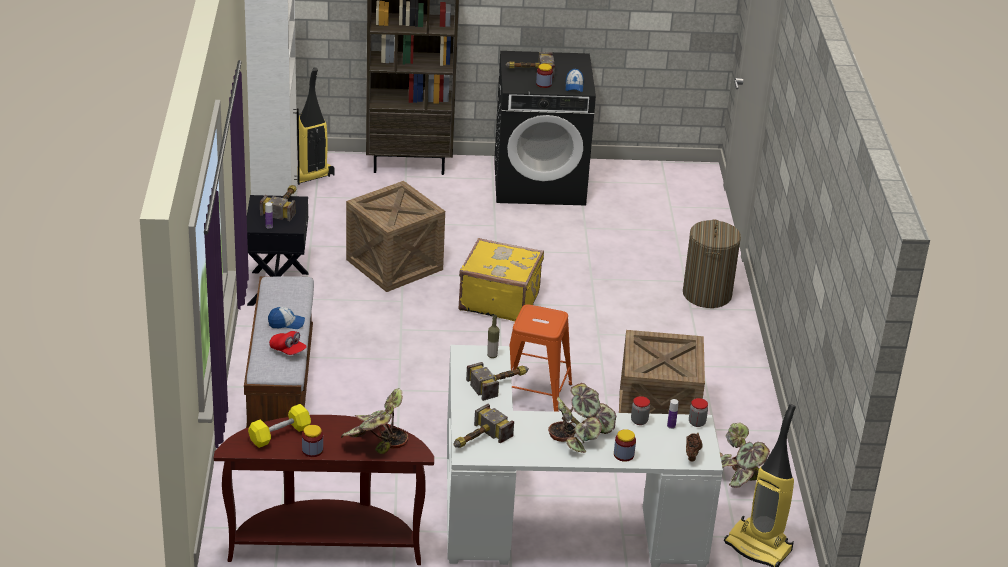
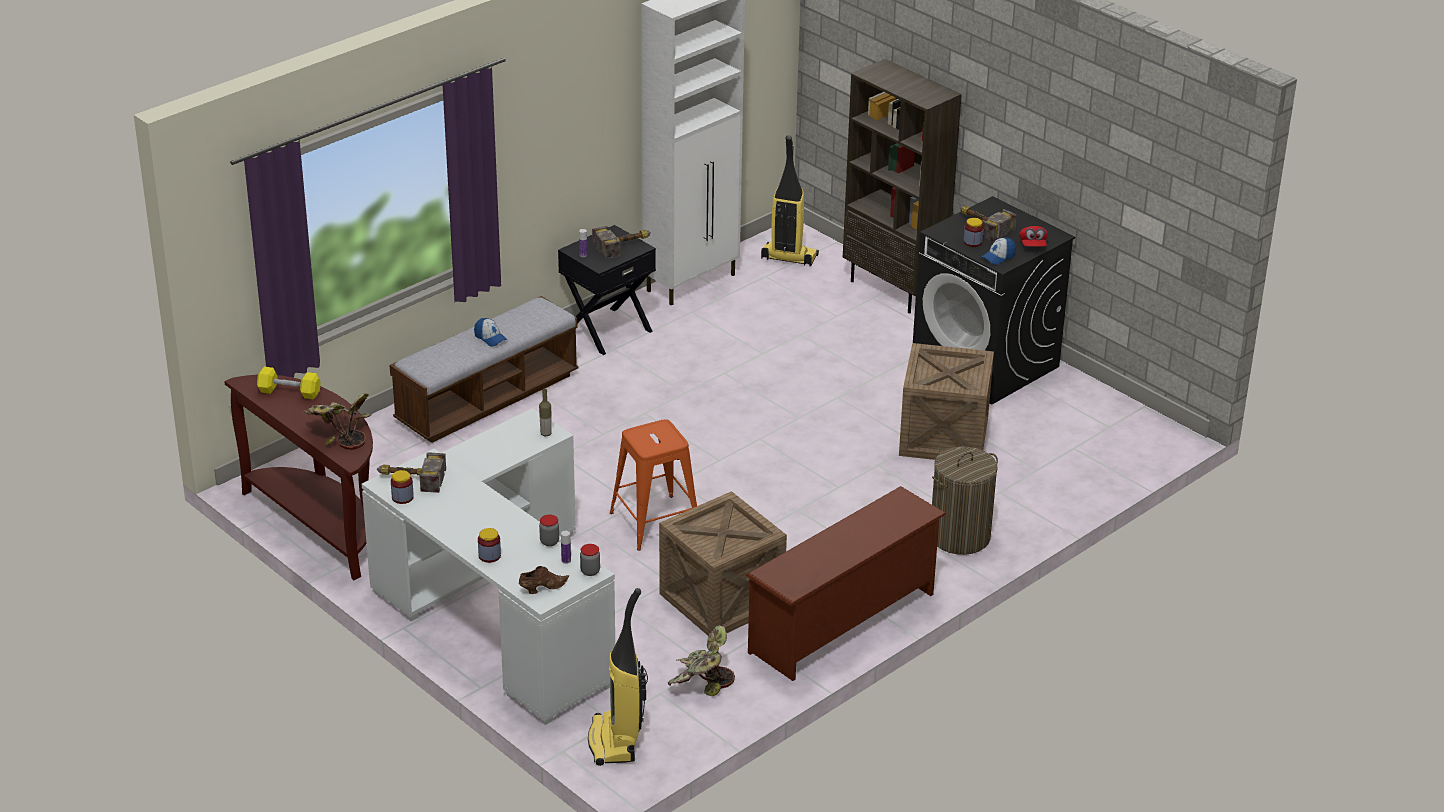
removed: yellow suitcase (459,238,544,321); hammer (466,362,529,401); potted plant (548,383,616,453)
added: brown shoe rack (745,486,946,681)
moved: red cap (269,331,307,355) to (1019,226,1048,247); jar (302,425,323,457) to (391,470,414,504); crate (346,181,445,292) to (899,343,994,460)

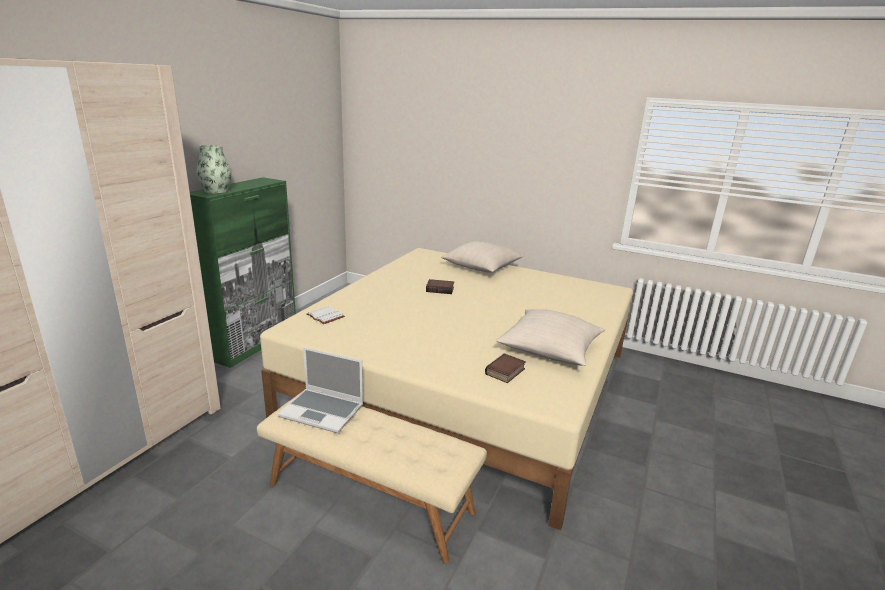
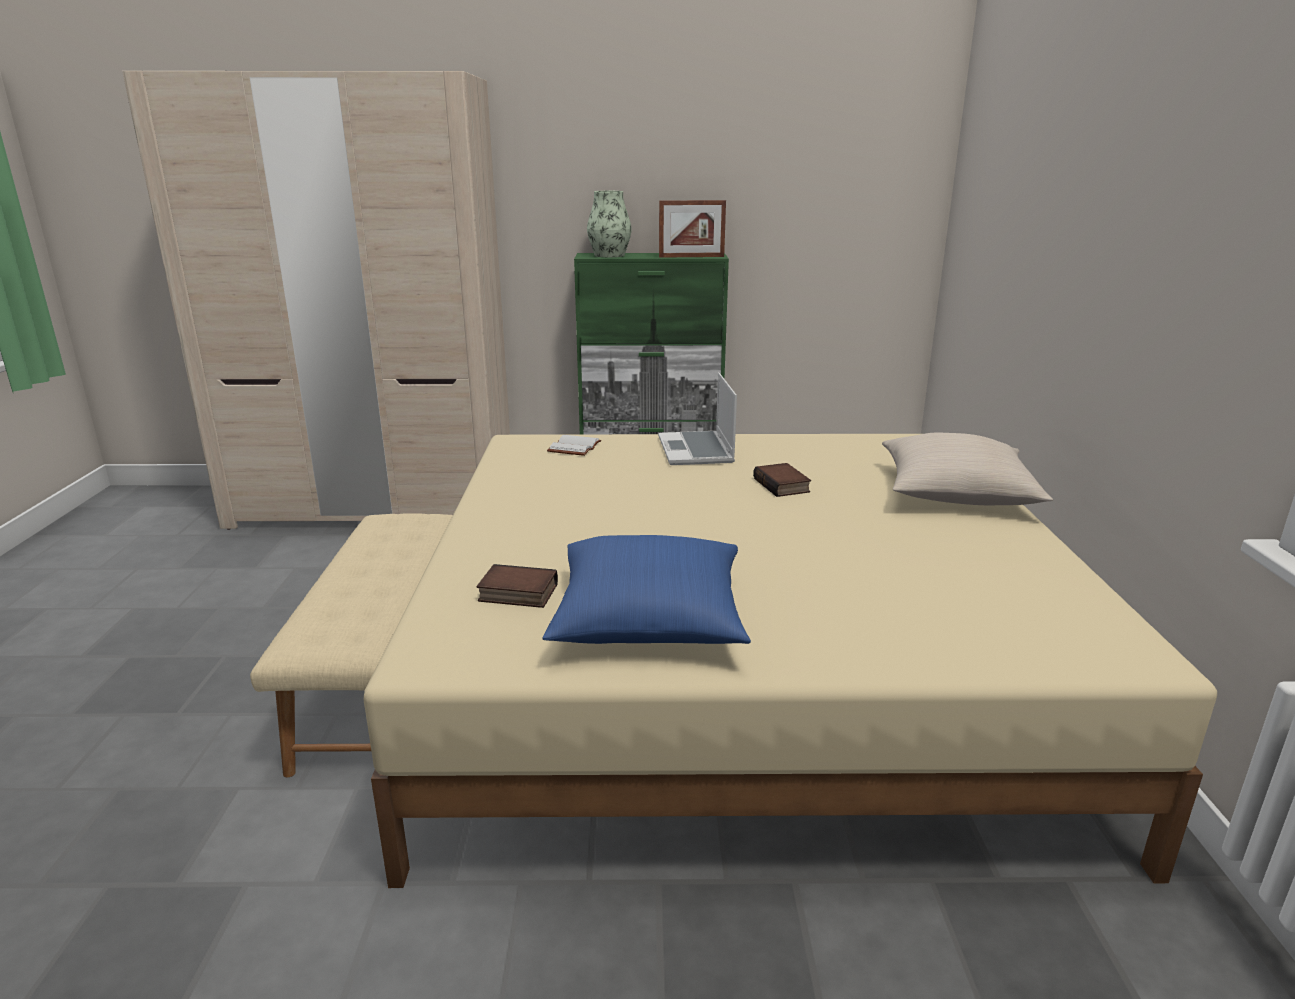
added: picture frame (659,200,726,258)
moved: laptop (278,347,363,433) to (658,373,737,465)
recoloured: beige pillow (496,309,605,366) to blue pillow (542,535,751,644)

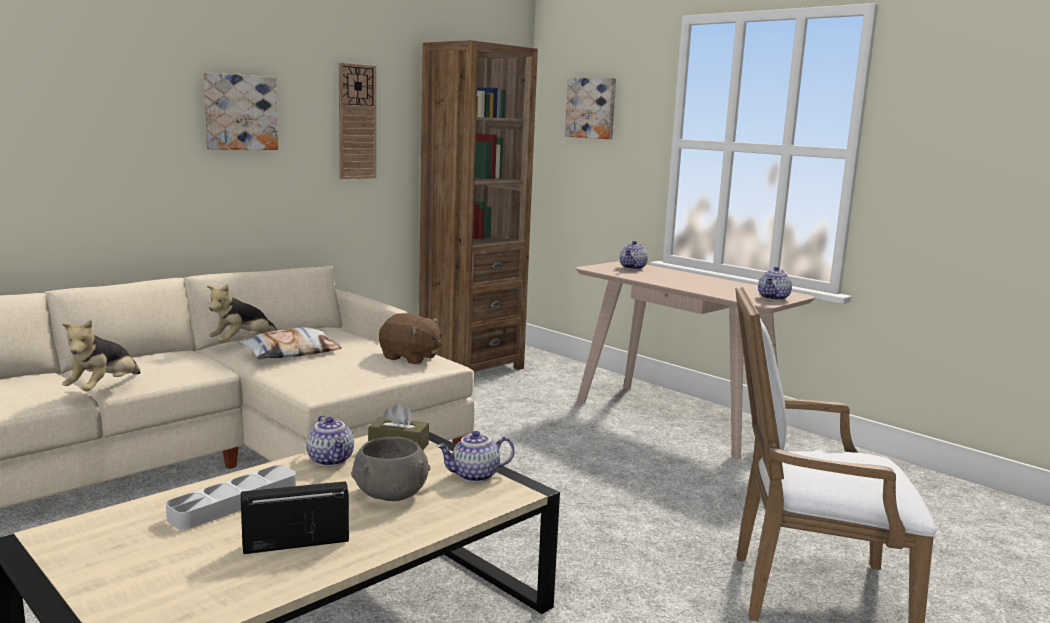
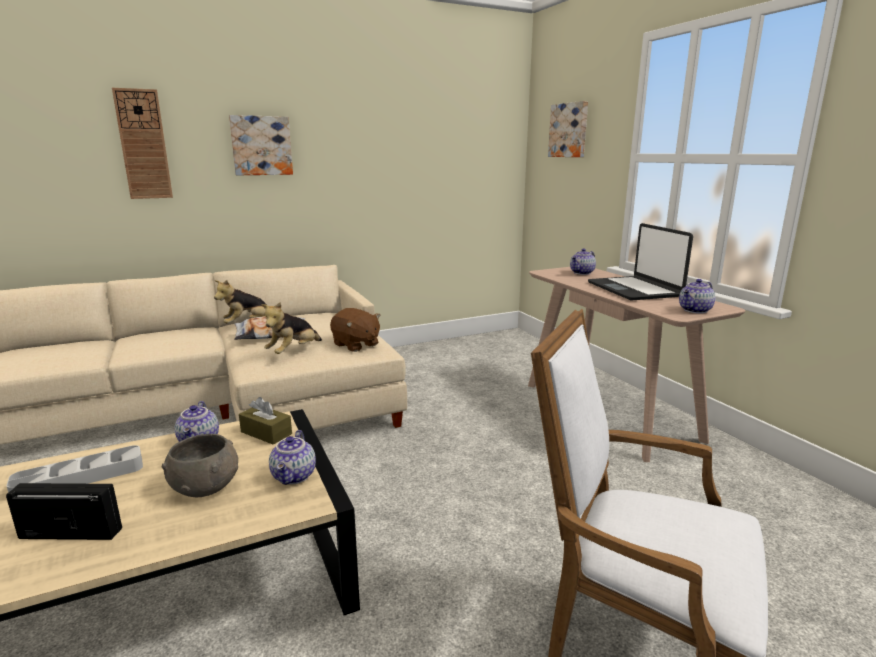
removed: brown bookcase (419,40,538,372)
added: laptop (588,223,693,301)
moved: plush toy (62,320,141,391) to (261,302,322,354); wall clock (339,63,376,179) to (112,88,173,199)
turned: teapot (436,431,515,483) = (269,430,316,485) 90 degrees counterclockwise

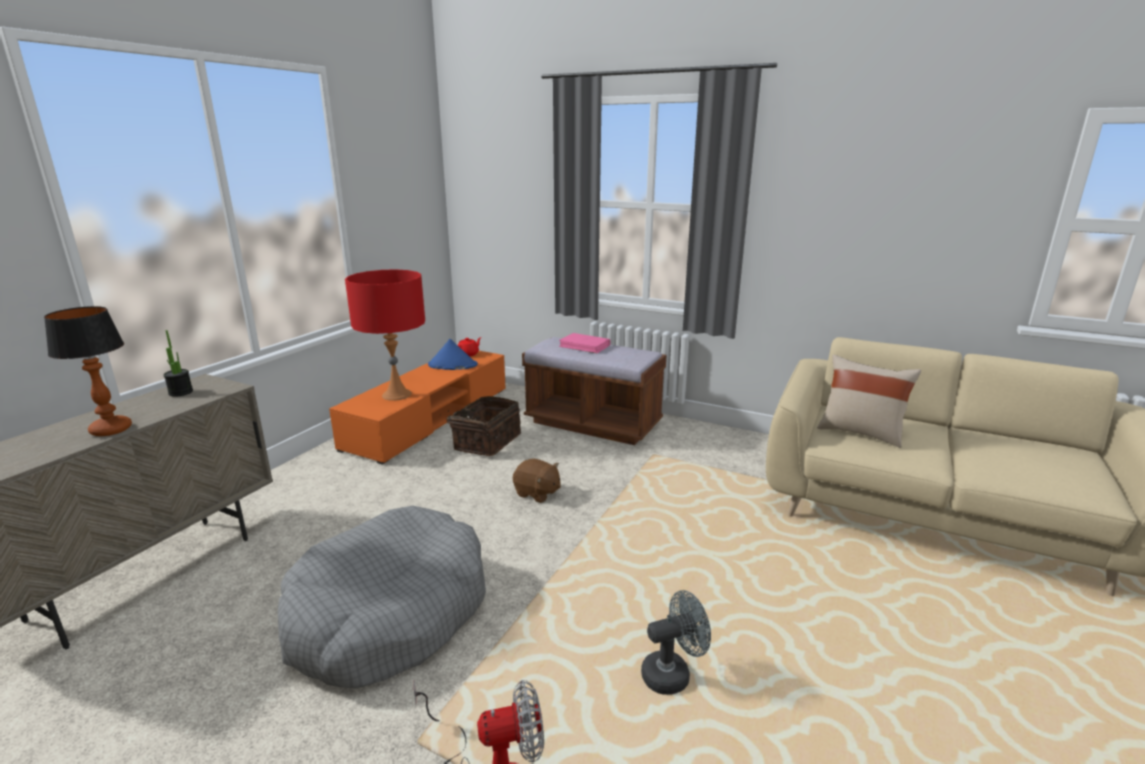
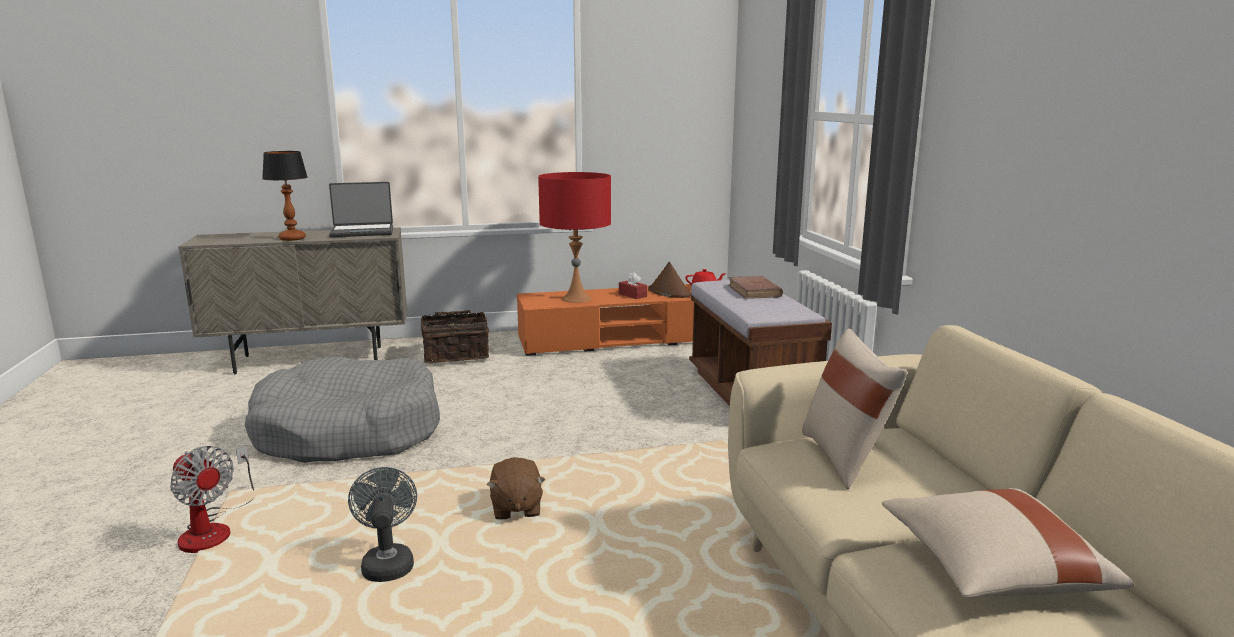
added: red tissue box (619,272,647,299); beige pillow (882,488,1134,598)
moved: basket (440,396,521,456) to (421,310,489,363); brown plush toy (513,459,561,503) to (487,457,545,520)
replaced: potted plant (164,330,193,397) to laptop (329,182,393,237)
recoloured: blue hat (428,339,478,370) to brown hat (648,262,691,298); pink book (559,333,610,353) to brown book (728,276,783,299)
turned: grey fan (641,590,711,695) = (348,467,417,582) 135 degrees counterclockwise

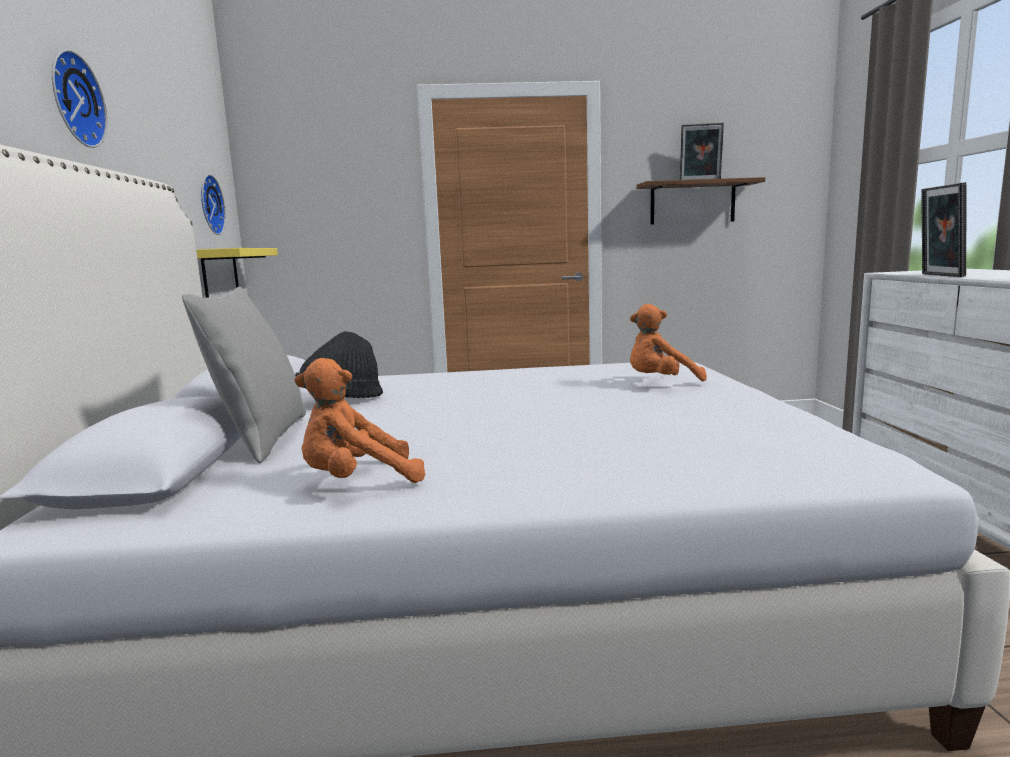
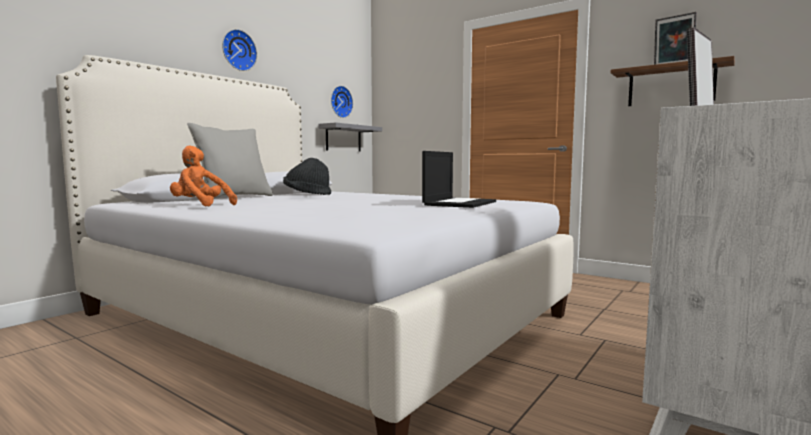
replaced: orange plush toy (630,304,707,381) to laptop (422,151,496,208)
recoloured: yellow shelf (196,248,278,298) to grey shelf (319,122,382,151)

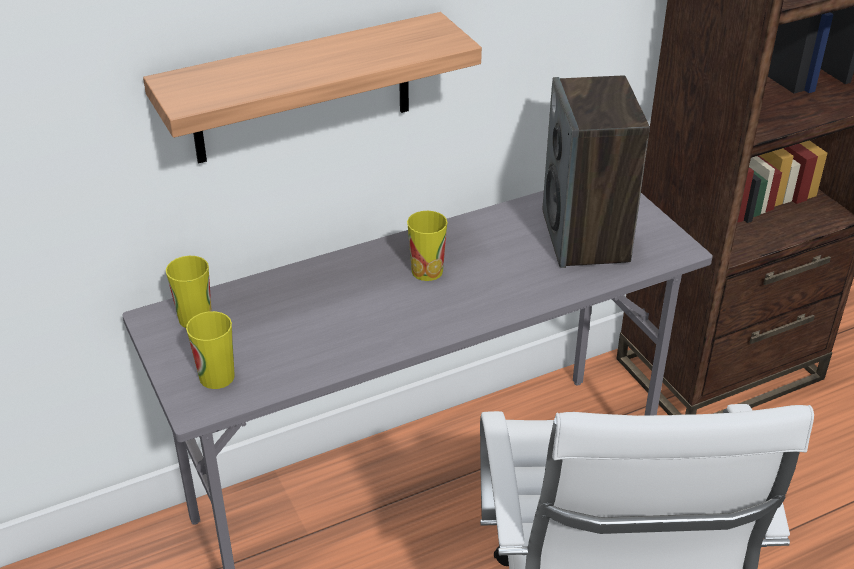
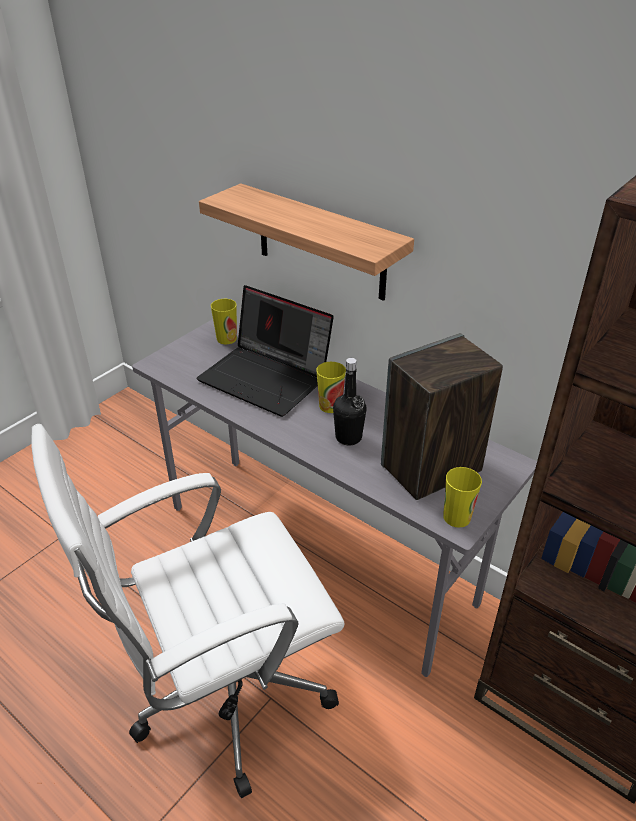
added: laptop (196,285,334,417); black bottle (333,358,366,445)
moved: cup (186,311,235,389) to (443,467,482,528)

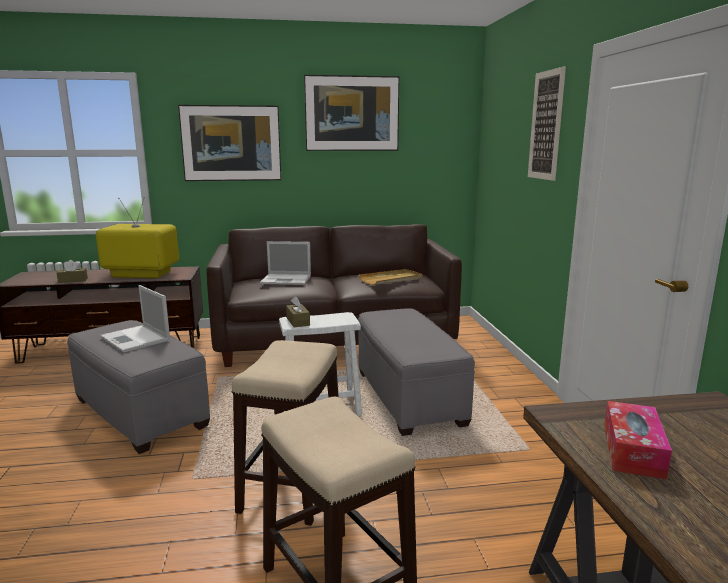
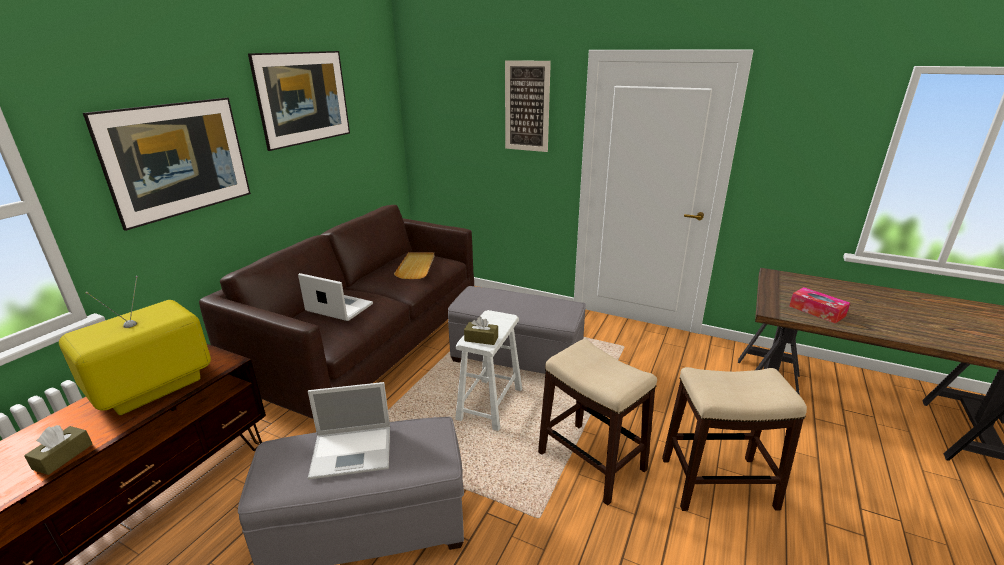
turned: laptop (260,241,311,285) = (298,273,373,321) 105 degrees counterclockwise

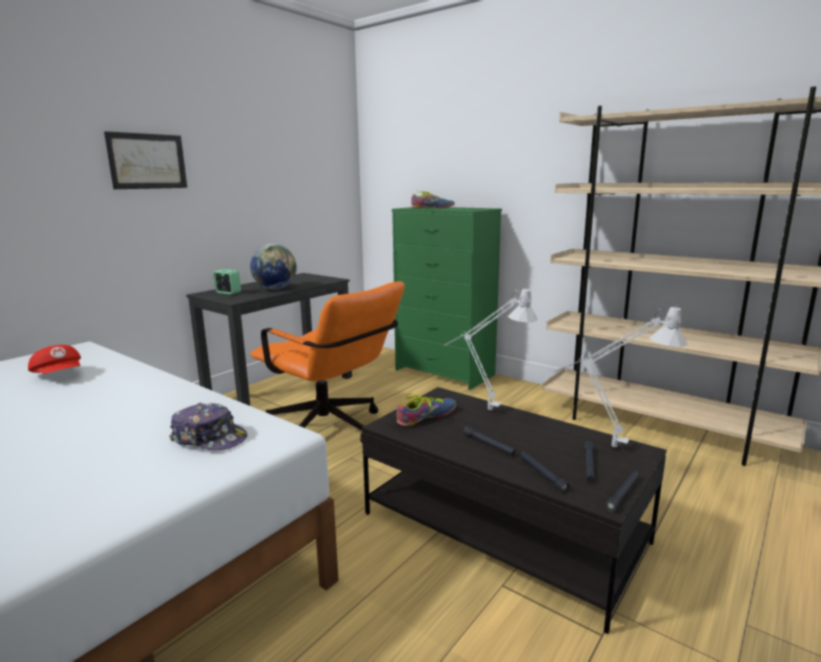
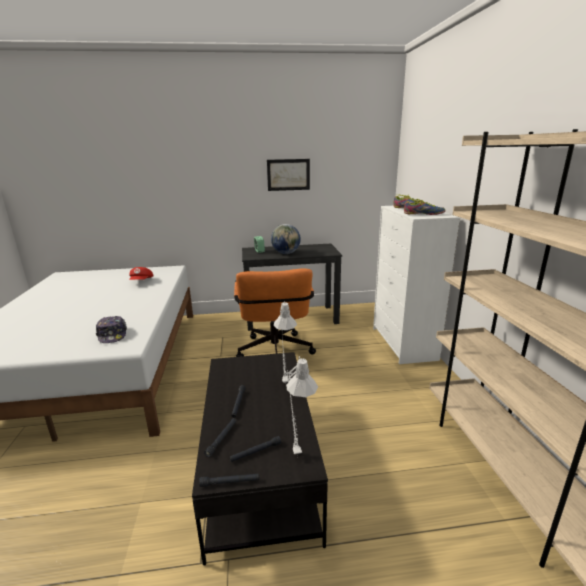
moved: picture (104,131,187,189) to (267,159,310,191); shoe (396,393,456,427) to (404,199,446,215)
recoloured: green dresser (392,207,502,390) to white dresser (373,206,460,364)

